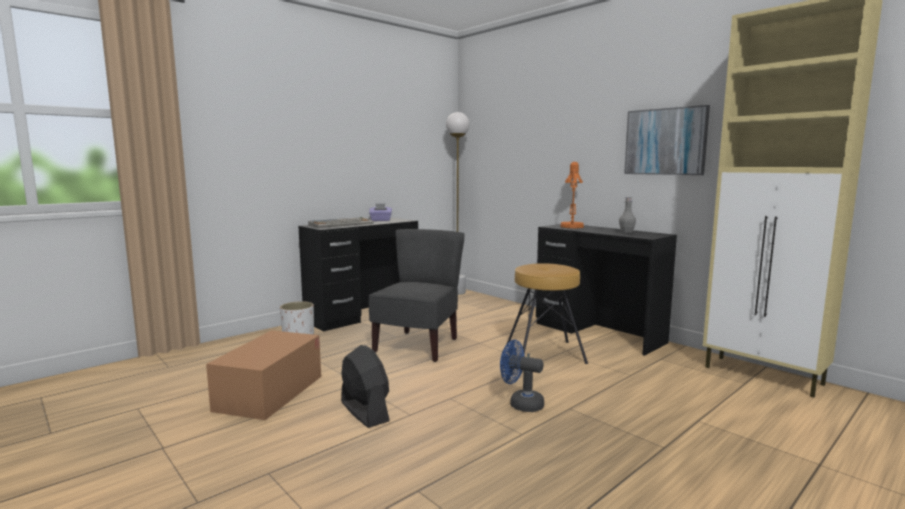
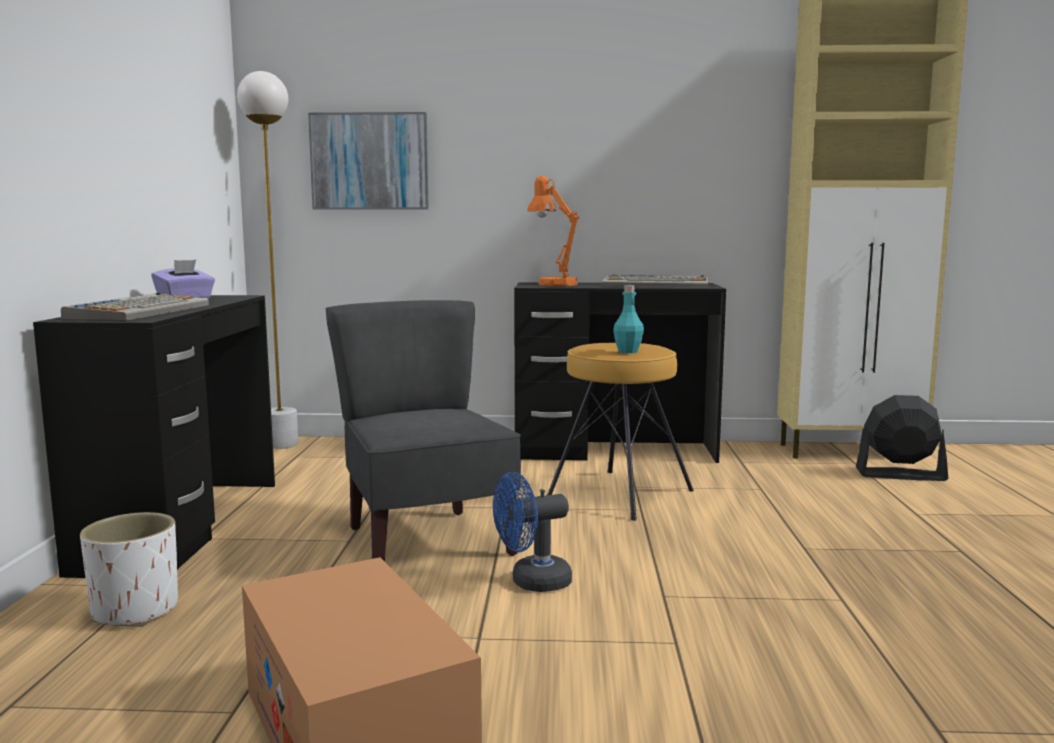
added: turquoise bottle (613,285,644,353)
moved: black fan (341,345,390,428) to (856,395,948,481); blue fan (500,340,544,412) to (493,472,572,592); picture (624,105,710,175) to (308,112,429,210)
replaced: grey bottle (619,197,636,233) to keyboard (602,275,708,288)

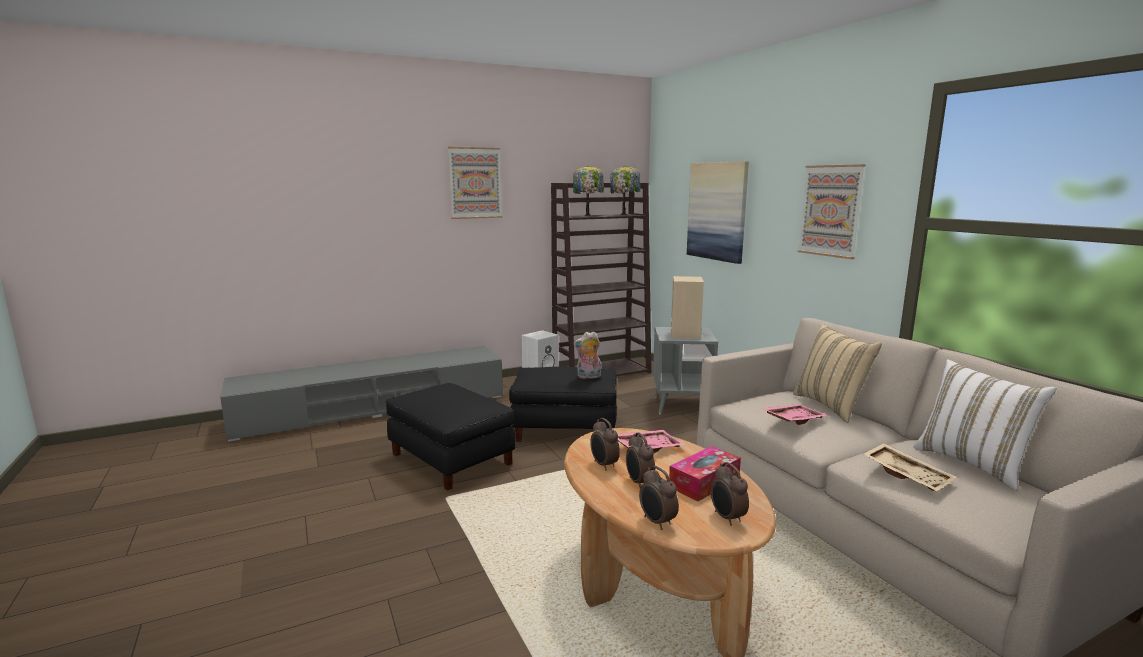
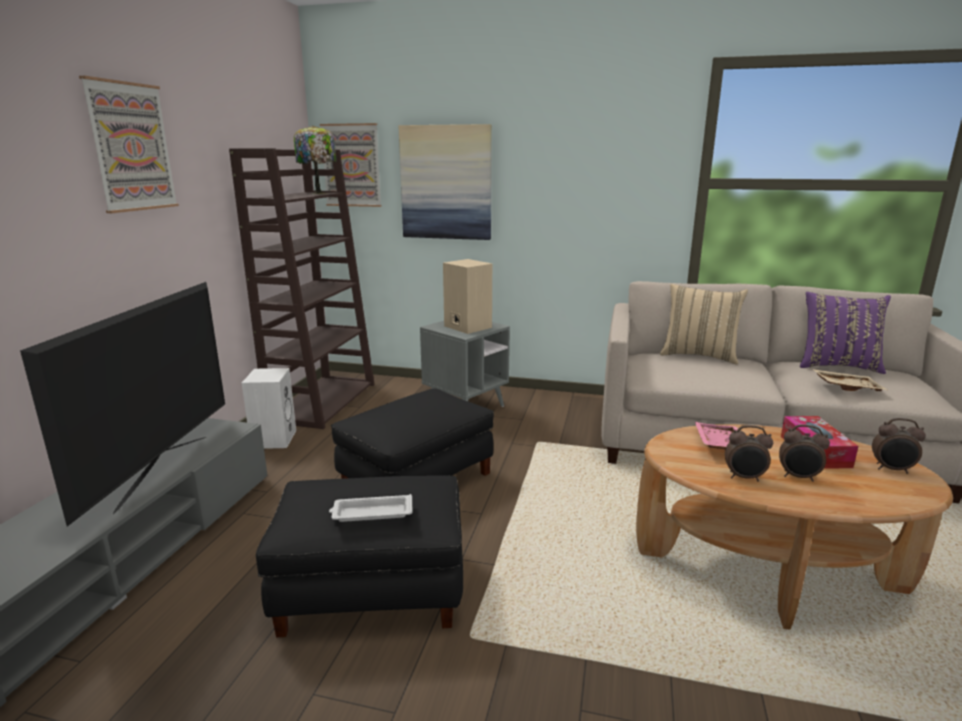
removed: table lamp (573,165,604,217); plush toy (573,331,601,379); alarm clock (639,466,679,530); pink tray (761,404,828,425)
added: television (20,282,225,526); white tray (329,494,412,522)
moved: picture (798,164,865,259) to (320,123,382,207)
recoloured: white pillow (913,359,1057,490) to purple pillow (800,292,891,374)

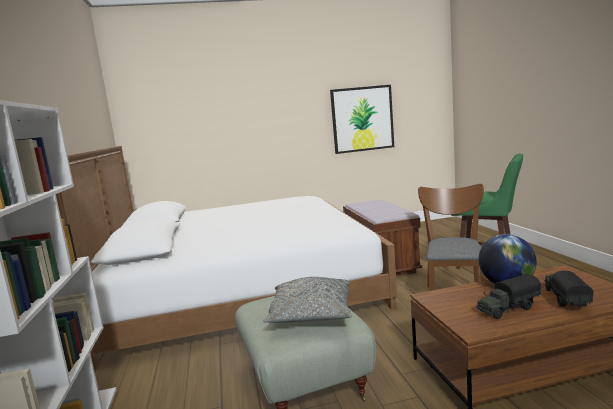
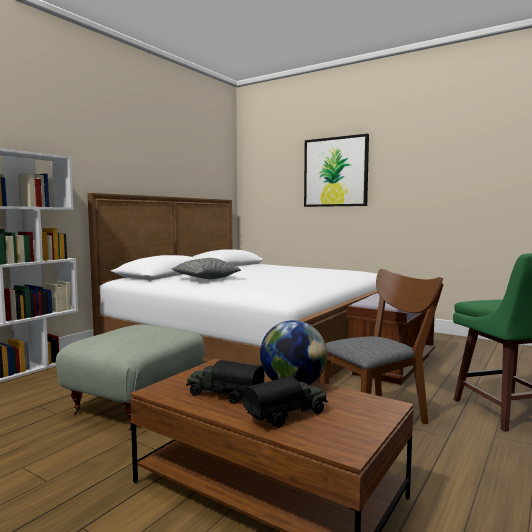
moved: grey pillow (263,277,352,323) to (171,258,241,279); picture (330,85,394,154) to (304,134,369,207)

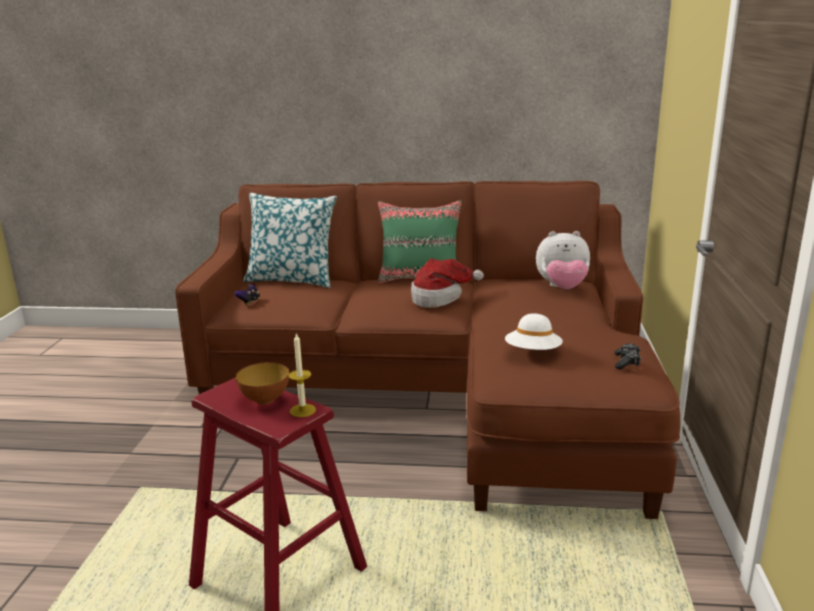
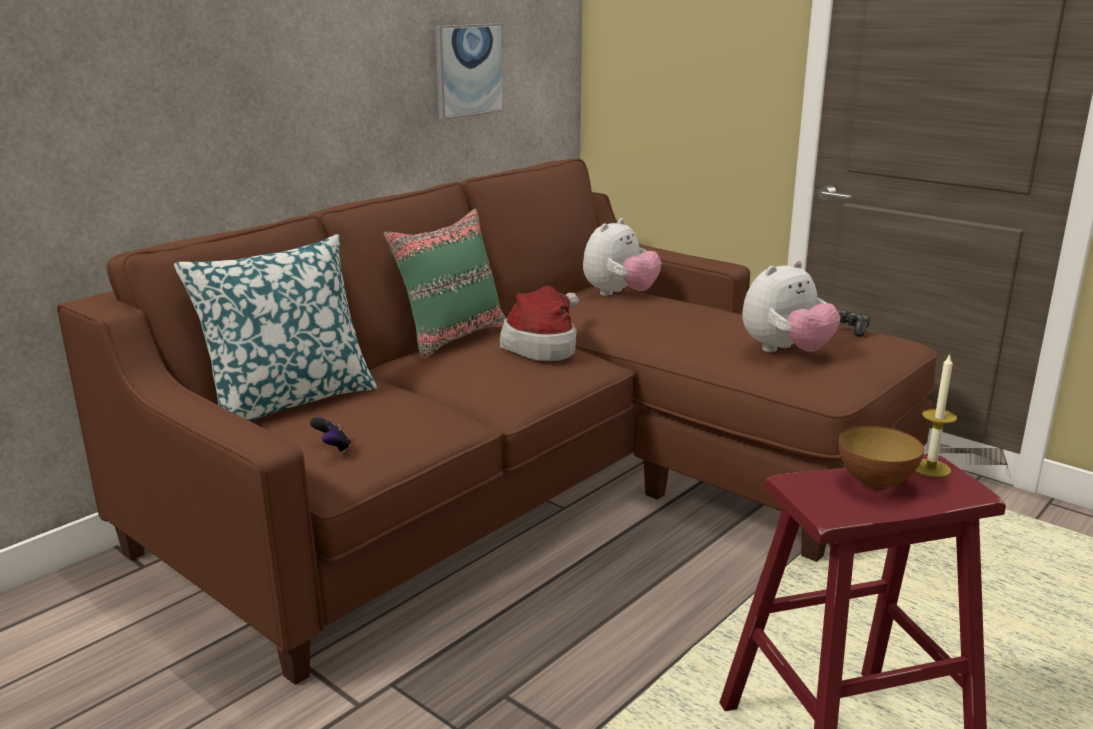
added: picture (435,23,504,119)
replaced: white hat (505,313,563,350) to plush toy (742,260,840,352)

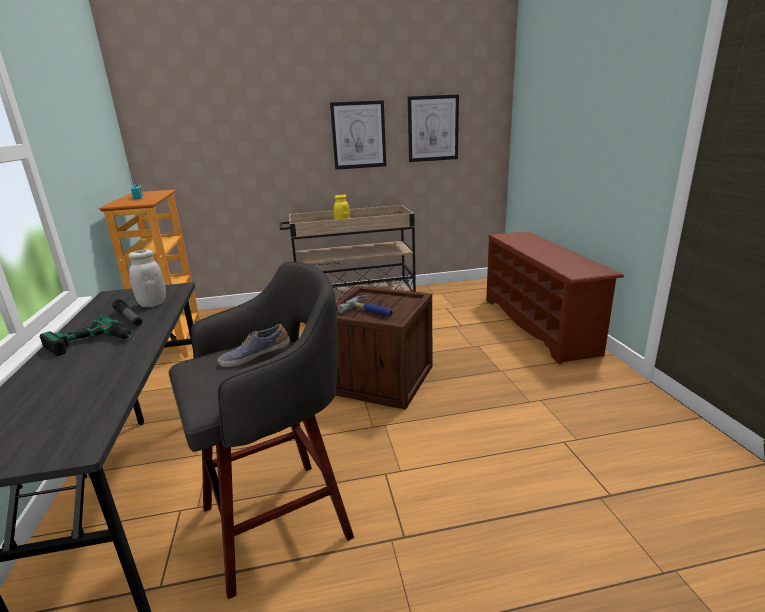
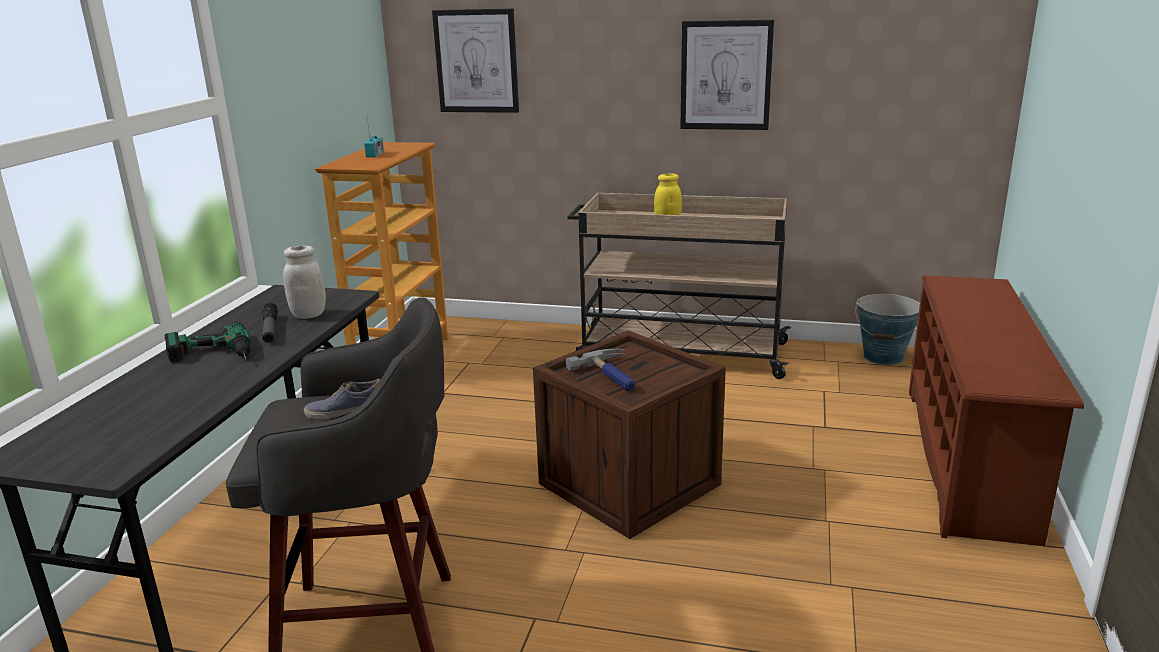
added: bucket (855,294,920,365)
moved: picture (408,94,459,162) to (432,8,519,113)

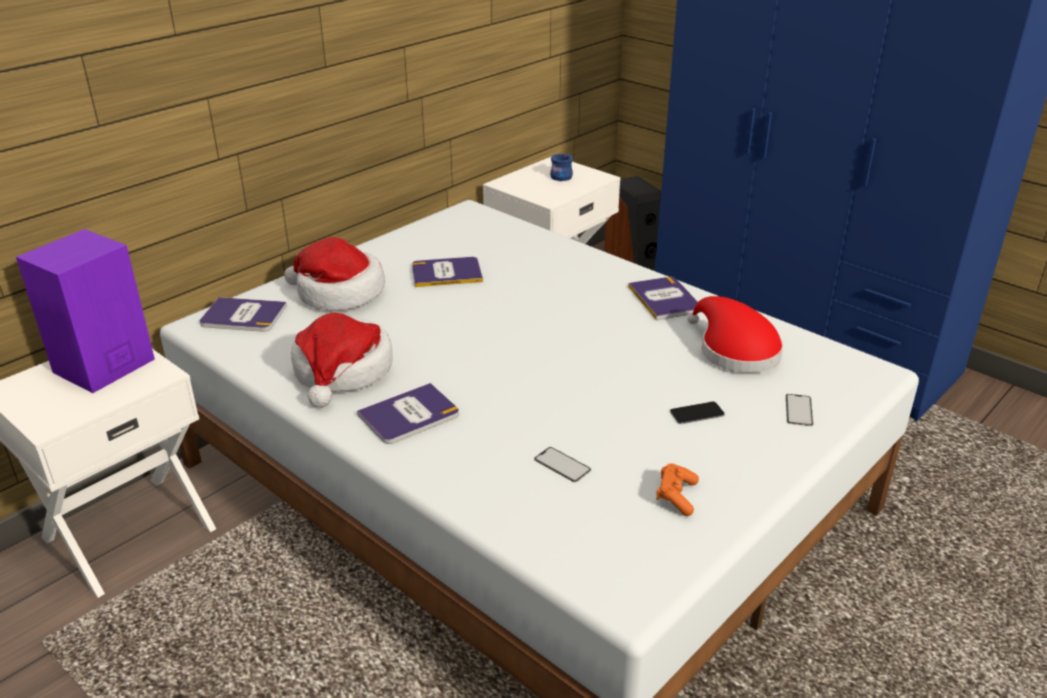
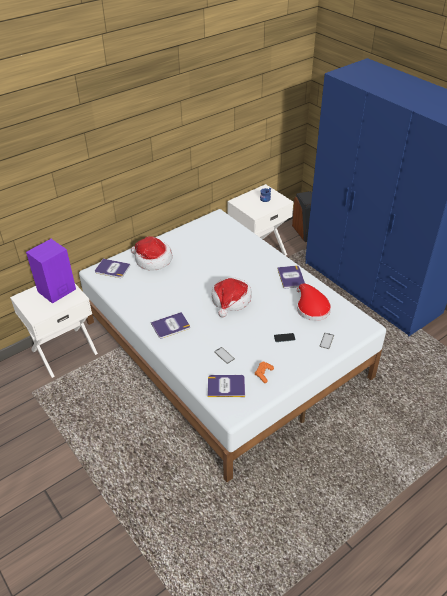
moved: hat (291,313,393,408) to (212,277,252,317); book (412,257,483,287) to (208,375,245,397)

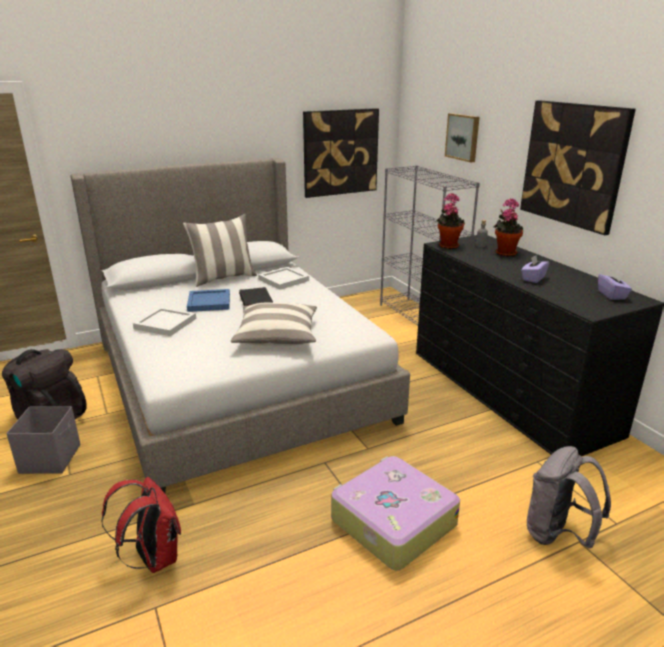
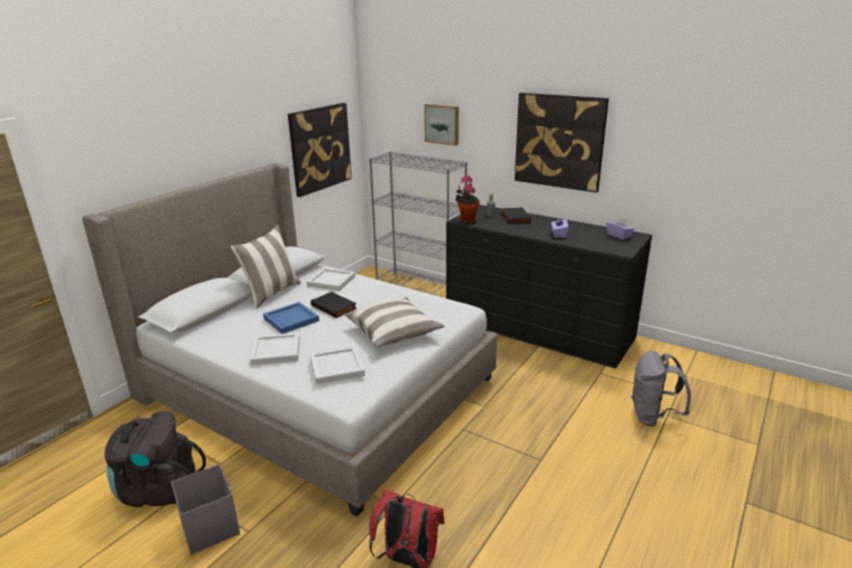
removed: suitcase (331,456,460,571)
added: white tray (310,346,365,385)
replaced: potted plant (494,198,524,256) to black book (501,207,531,224)

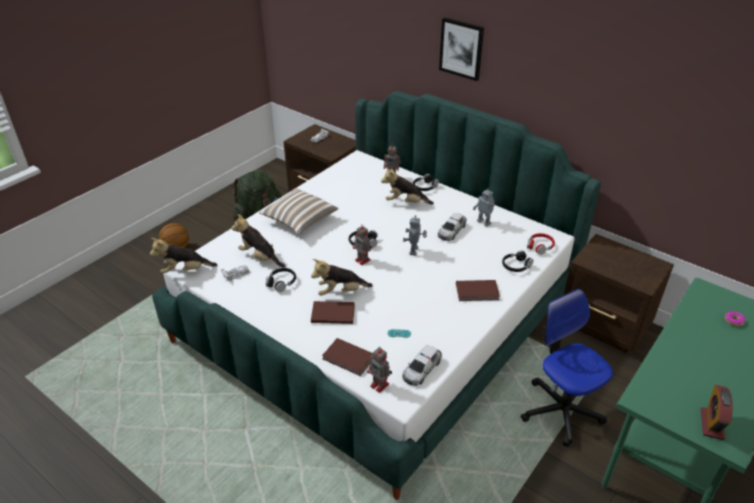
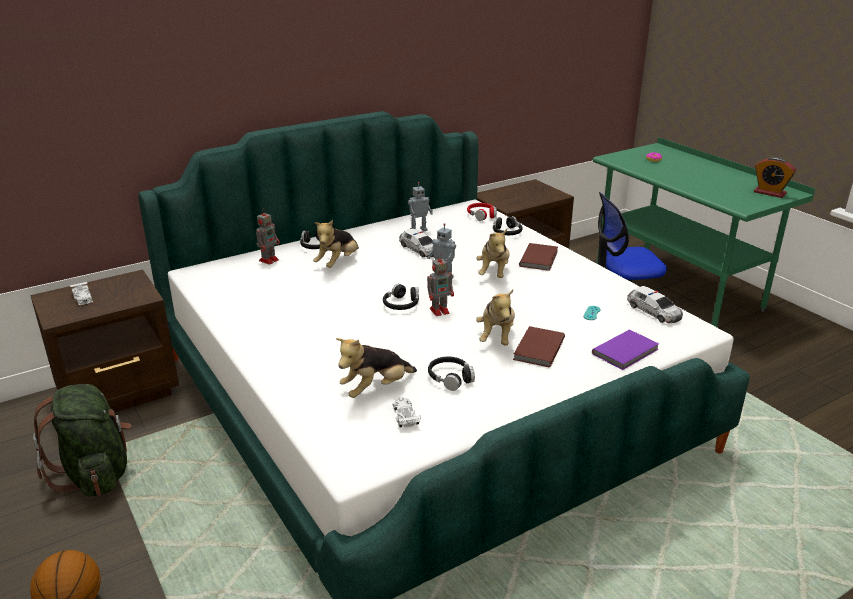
removed: pillow (259,188,338,234); toy robot (367,347,392,393); picture (439,17,484,81)
moved: plush toy (150,238,217,274) to (476,229,510,278)
recoloured: brown book (322,338,373,376) to purple book (592,330,659,370)

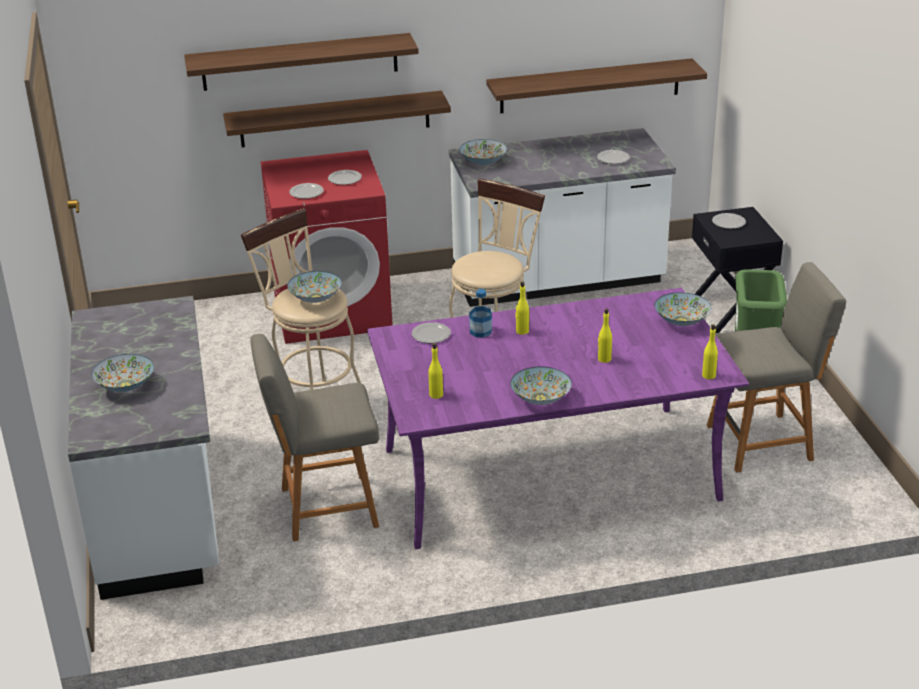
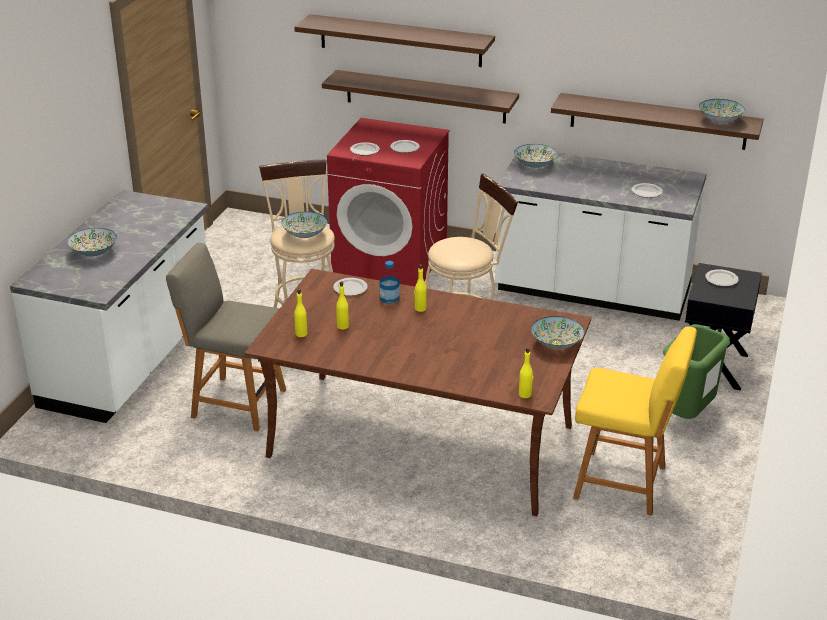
moved: bowl (510,367,572,405) to (699,99,745,123); yellow bottle (598,308,612,363) to (336,281,349,329)
recoloured: purple dining table (367,288,749,549) to brown dining table (245,269,591,516); grey chair (707,262,846,473) to yellow chair (573,326,697,516)

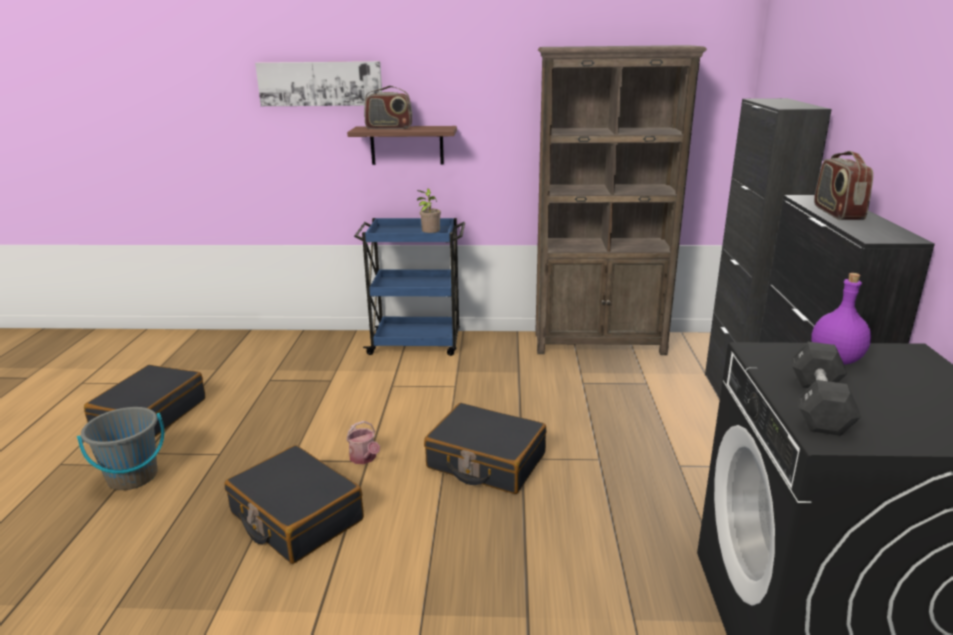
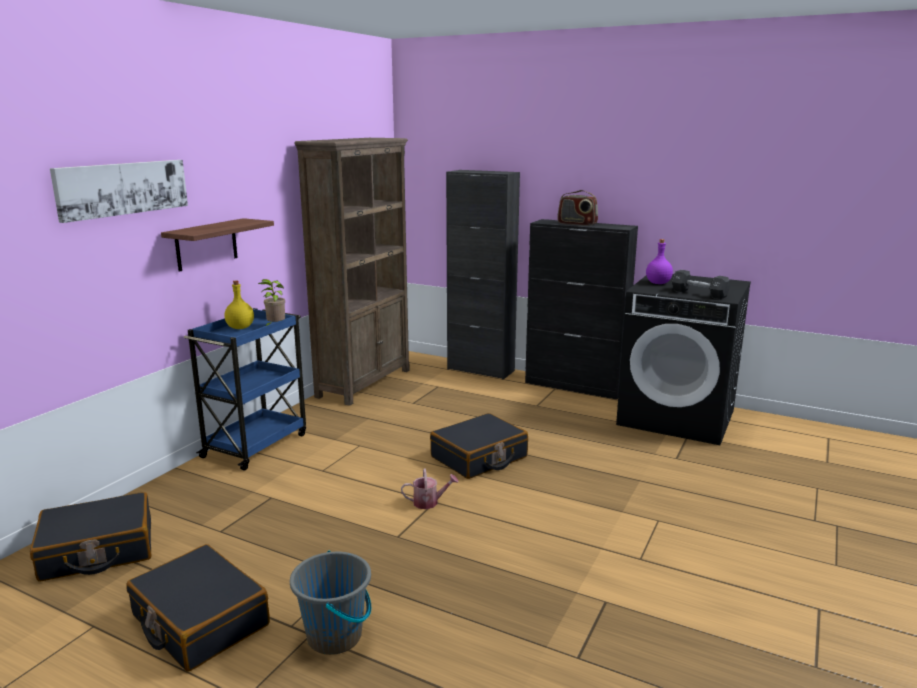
removed: radio (364,86,413,129)
added: yellow bottle (225,280,254,329)
moved: black suitcase (224,445,364,564) to (30,492,151,582)

